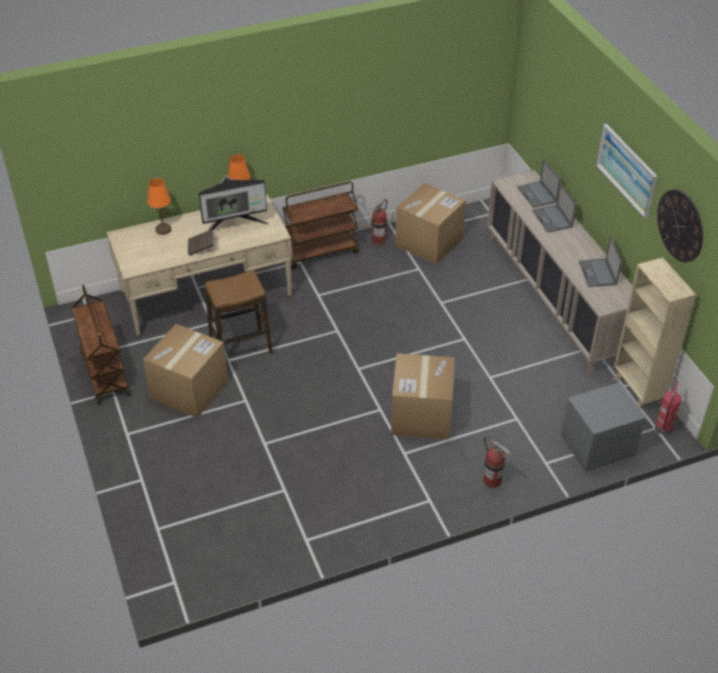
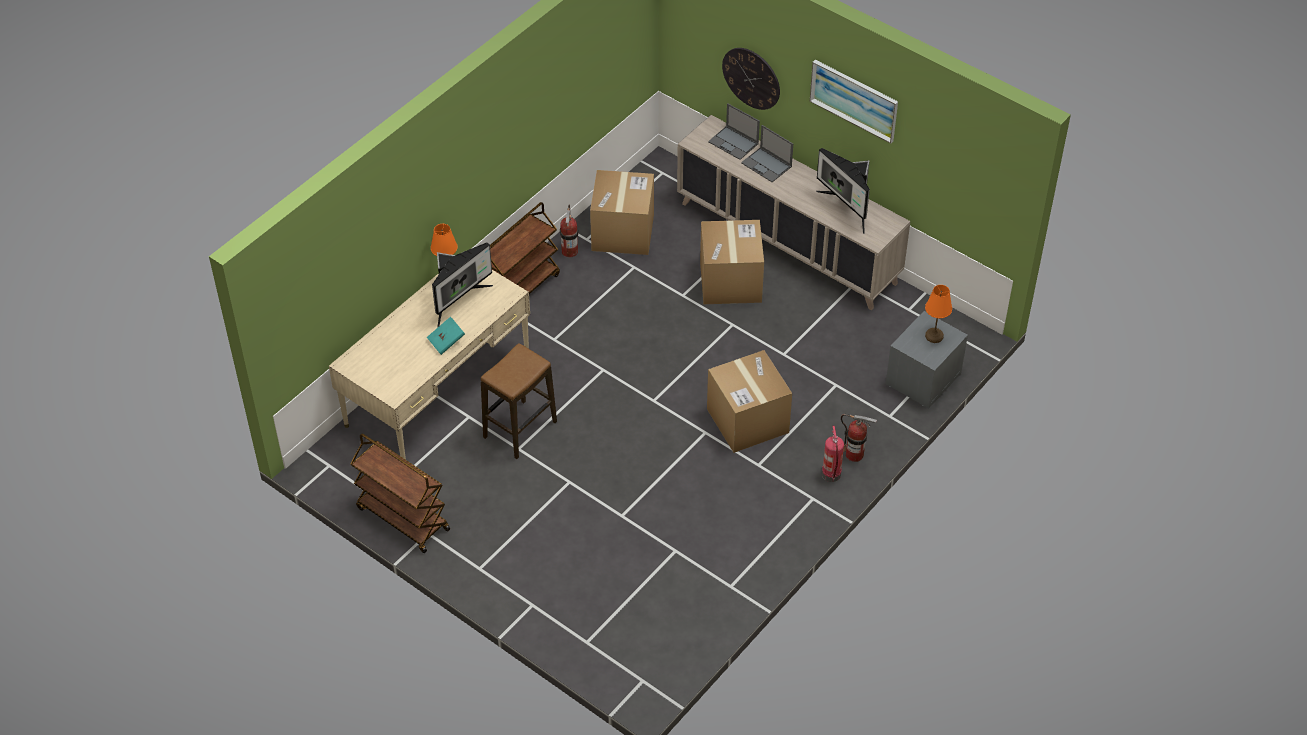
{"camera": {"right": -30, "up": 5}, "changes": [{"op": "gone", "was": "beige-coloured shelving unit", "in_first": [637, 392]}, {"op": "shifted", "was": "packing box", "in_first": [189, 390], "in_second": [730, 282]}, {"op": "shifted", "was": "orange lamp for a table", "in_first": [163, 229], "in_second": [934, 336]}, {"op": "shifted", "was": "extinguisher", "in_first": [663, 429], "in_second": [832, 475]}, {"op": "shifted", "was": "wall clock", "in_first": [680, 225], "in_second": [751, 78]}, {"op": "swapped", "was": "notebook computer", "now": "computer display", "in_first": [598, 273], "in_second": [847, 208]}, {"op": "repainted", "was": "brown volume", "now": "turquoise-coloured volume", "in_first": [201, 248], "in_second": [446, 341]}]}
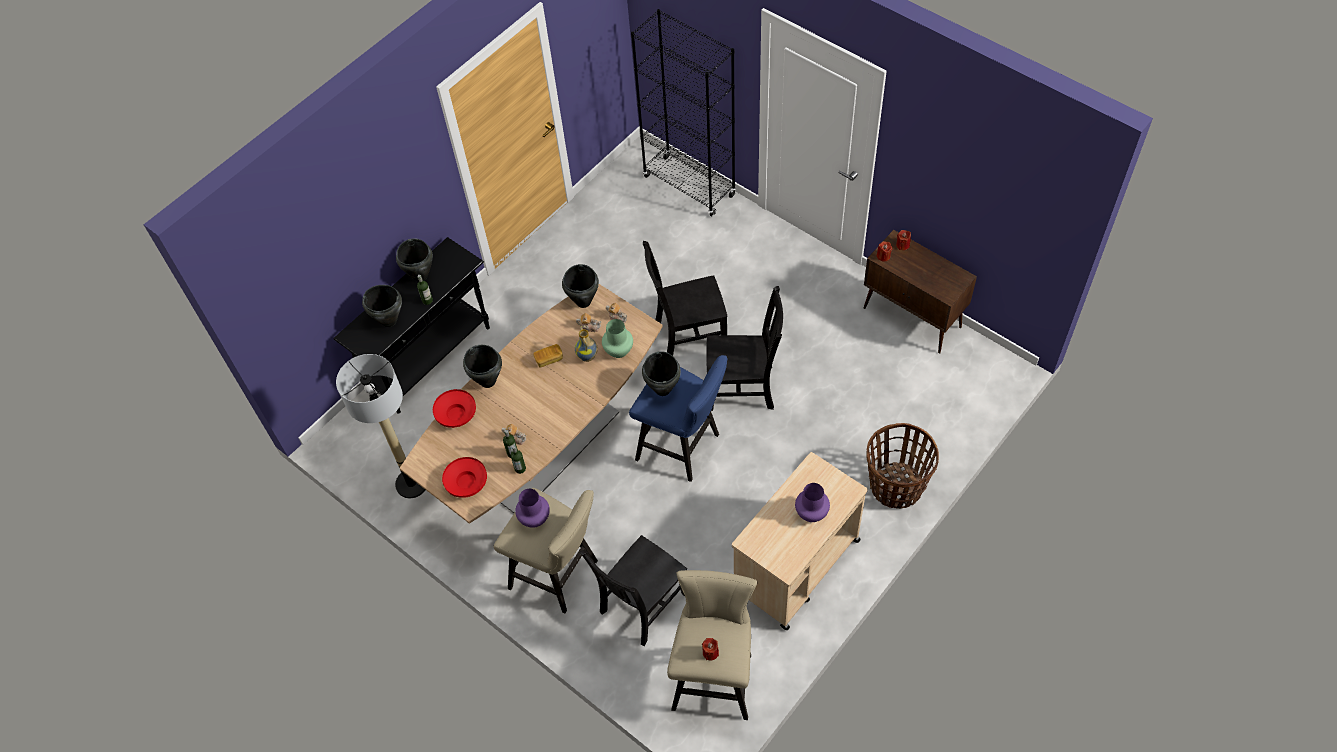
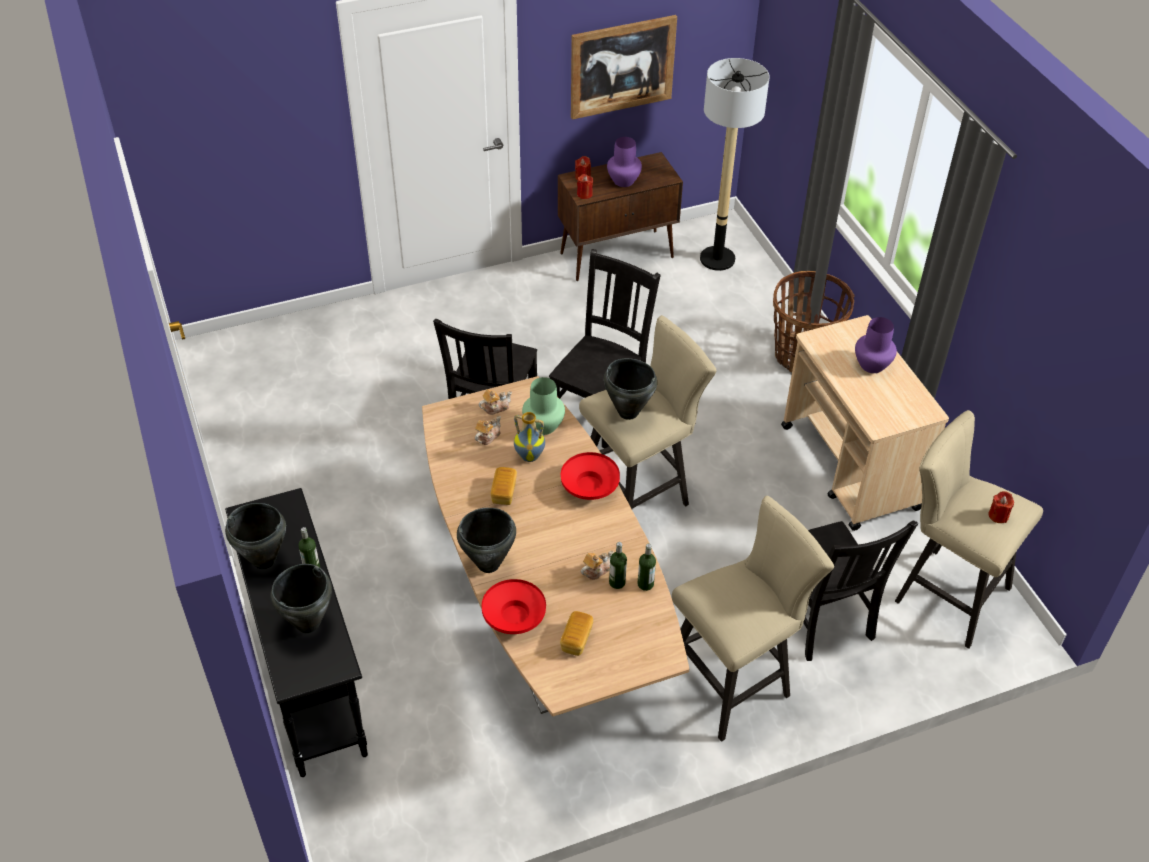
{"camera": {"right": -65, "up": -10}, "changes": [{"op": "gone", "was": "black stockpot", "in_first": [583, 302]}, {"op": "gone", "was": "black shelving unit", "in_first": [689, 186]}, {"op": "new", "now": "baked bread", "in_second": [576, 639]}, {"op": "new", "now": "picture", "in_second": [622, 66]}, {"op": "shifted", "was": "standing lamp", "in_first": [412, 483], "in_second": [717, 259]}, {"op": "shifted", "was": "reddish serving bowl", "in_first": [466, 483], "in_second": [589, 486]}, {"op": "shifted", "was": "purple flower vase", "in_first": [534, 519], "in_second": [624, 181]}, {"op": "repainted", "was": "blue-coloured stool seat", "now": "beige-coloured stool seat", "in_first": [683, 448], "in_second": [640, 492]}]}
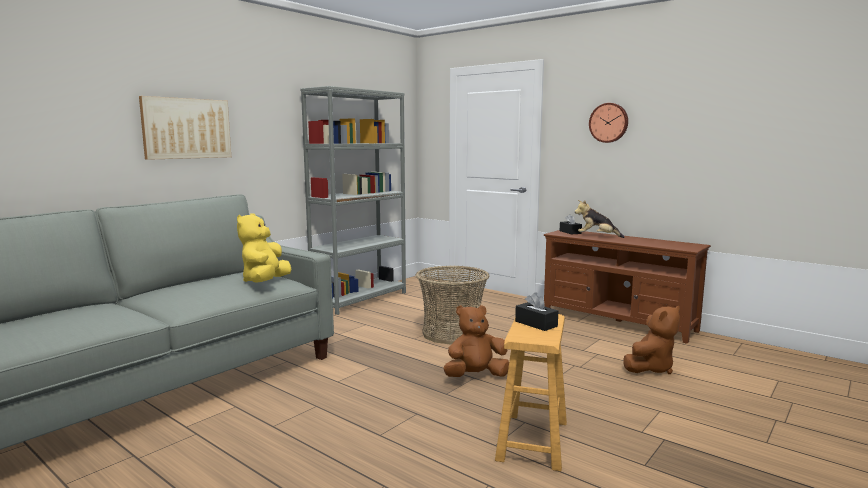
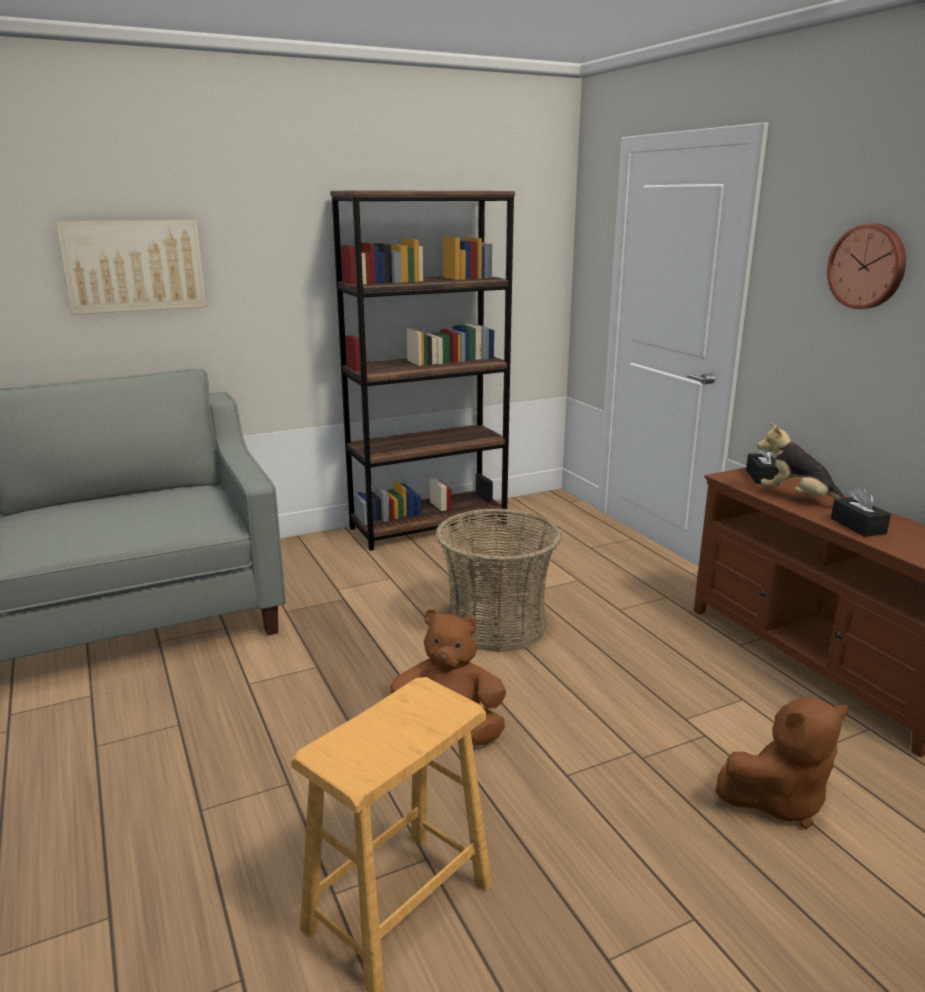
{"camera": {"right": 25, "up": 10}, "changes": [{"op": "gone", "was": "yellowish soft toy", "in_first": [265, 282]}, {"op": "shifted", "was": "black tissue box", "in_first": [536, 324], "in_second": [858, 526]}, {"op": "repainted", "was": "greyish shelving unit", "now": "brown shelving unit", "in_first": [360, 299], "in_second": [429, 526]}]}
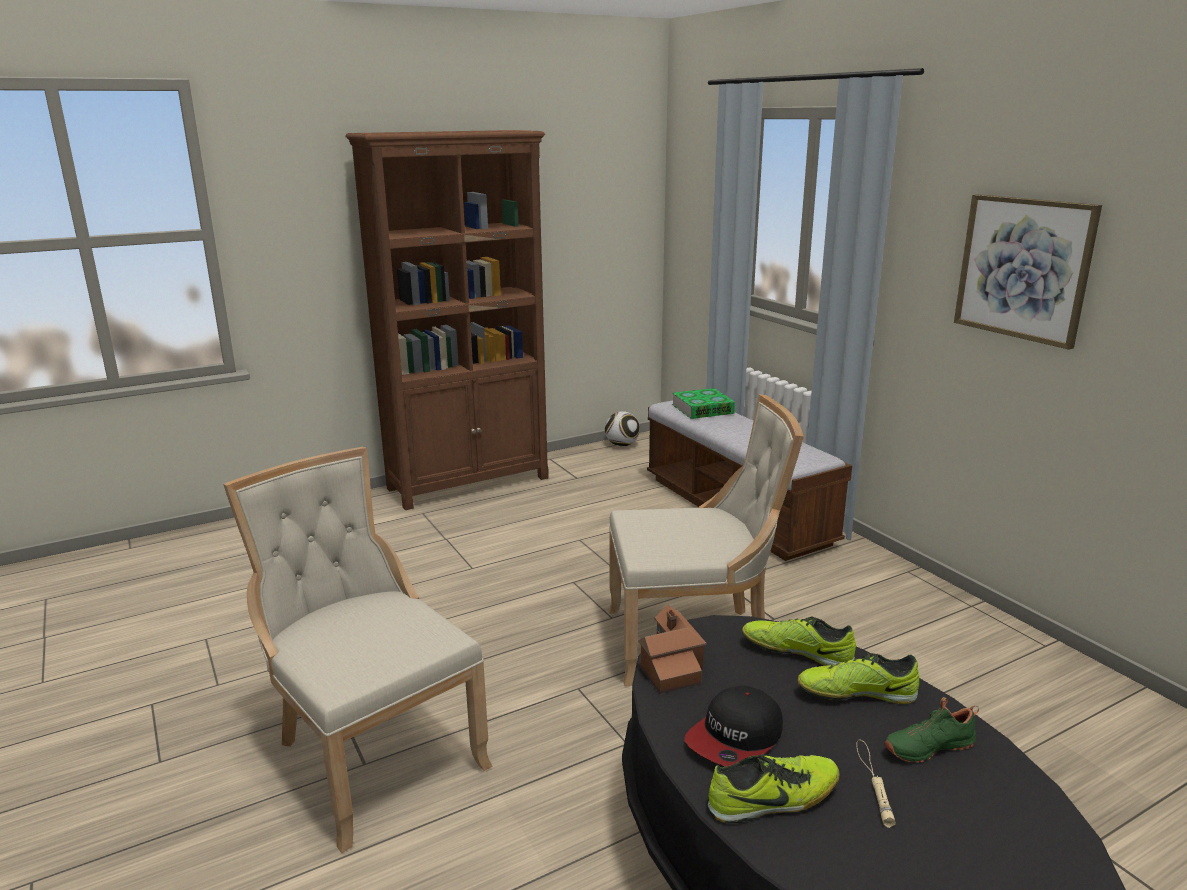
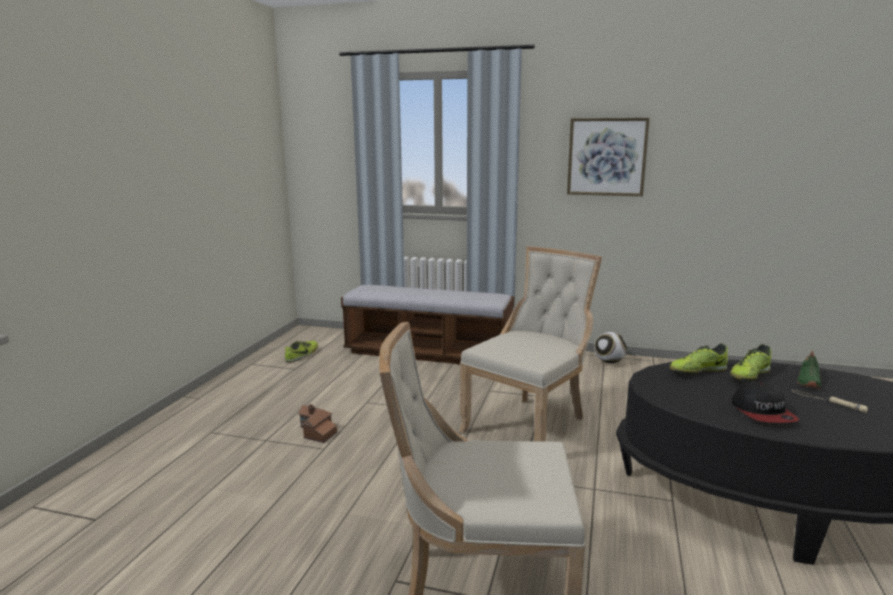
{"camera": {"right": -45, "up": -5}, "changes": [{"op": "gone", "was": "brown shelving unit", "in_first": [469, 483]}, {"op": "gone", "was": "volume", "in_first": [702, 409]}, {"op": "shifted", "was": "football", "in_first": [622, 445], "in_second": [609, 362]}, {"op": "shifted", "was": "toy house", "in_first": [670, 665], "in_second": [316, 432]}, {"op": "shifted", "was": "low shoe", "in_first": [774, 799], "in_second": [302, 355]}]}
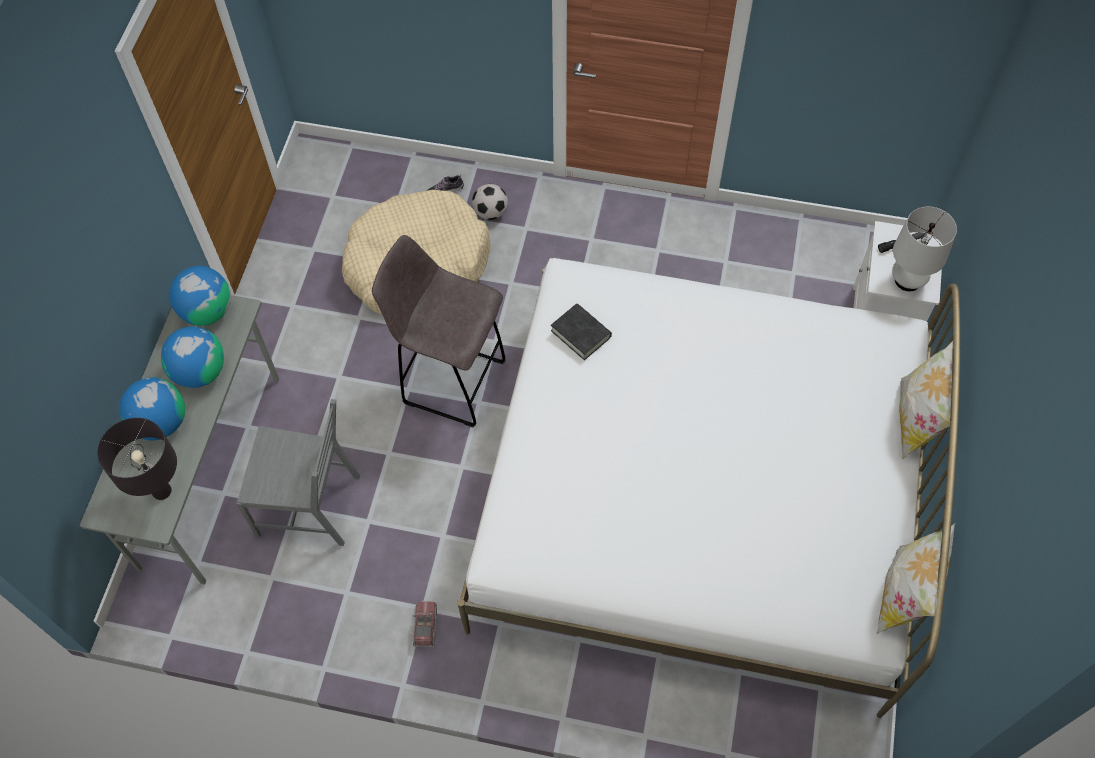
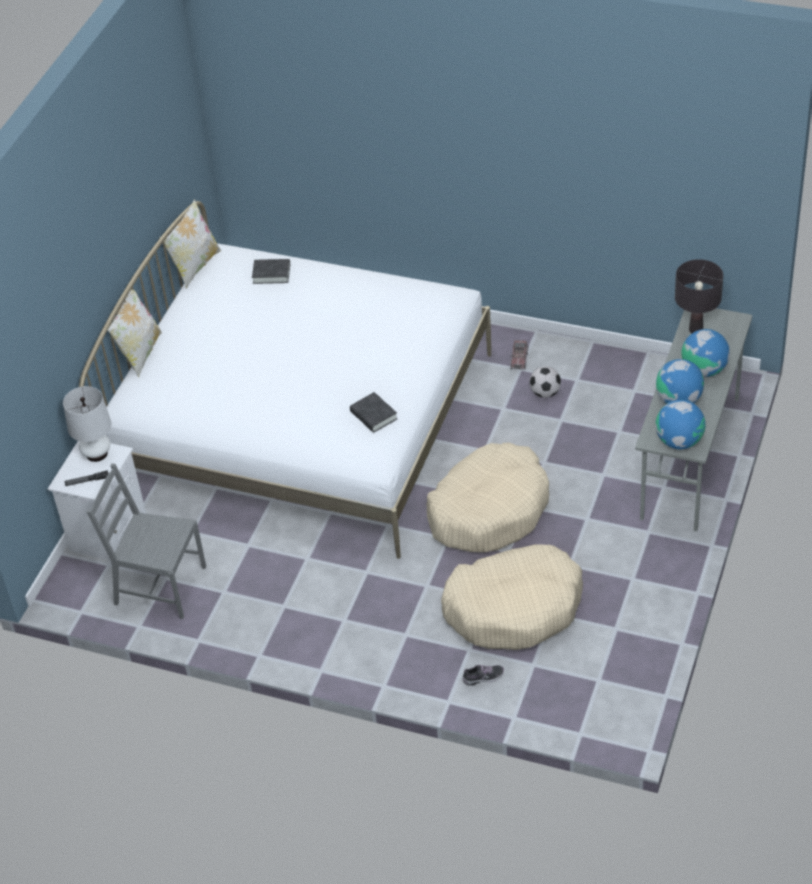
{"camera": {"right": -170, "up": -15}, "changes": [{"op": "new", "now": "black volume", "in_second": [271, 274]}, {"op": "shifted", "was": "greyish plain chair", "in_first": [310, 504], "in_second": [159, 586]}, {"op": "shifted", "was": "football", "in_first": [490, 212], "in_second": [545, 393]}, {"op": "swapped", "was": "greyish stool seat", "now": "beige-coloured dog bed", "in_first": [451, 381], "in_second": [489, 510]}]}
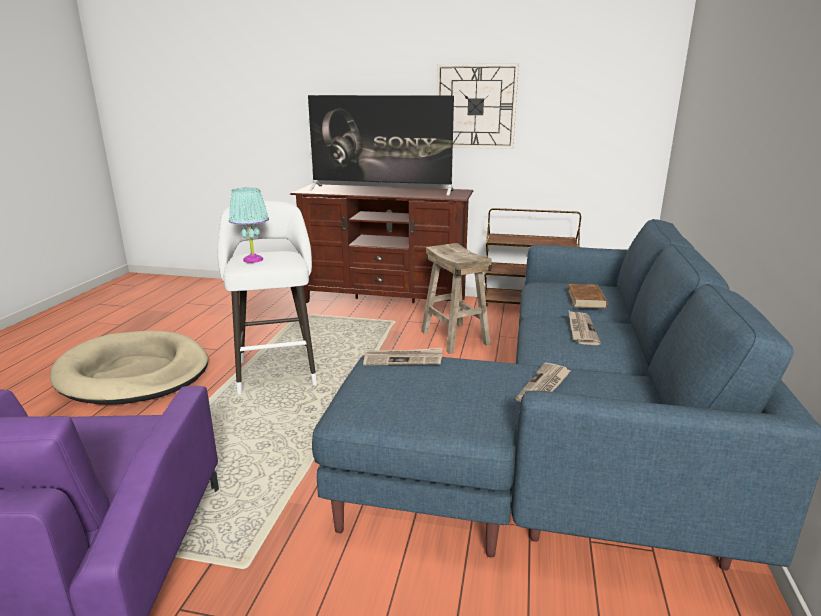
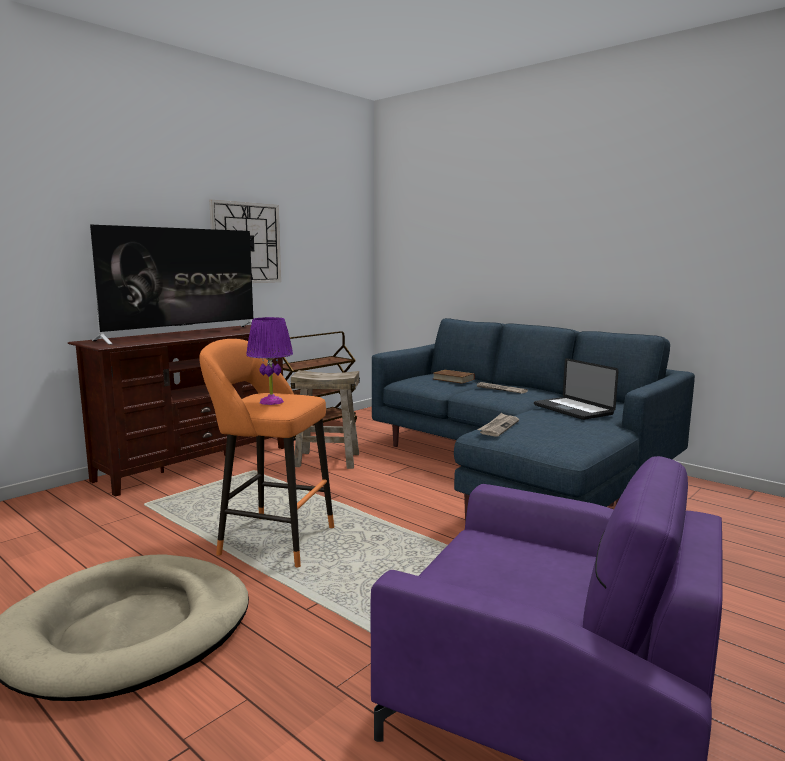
{"camera": {"right": -60, "up": -10}, "changes": [{"op": "swapped", "was": "printed paper", "now": "notebook computer", "in_first": [544, 386], "in_second": [572, 409]}, {"op": "repainted", "was": "white-coloured stool seat", "now": "orange stool seat", "in_first": [276, 370], "in_second": [271, 539]}, {"op": "repainted", "was": "turquoise-coloured lamp for a table", "now": "purple lamp for a table", "in_first": [253, 260], "in_second": [271, 402]}]}
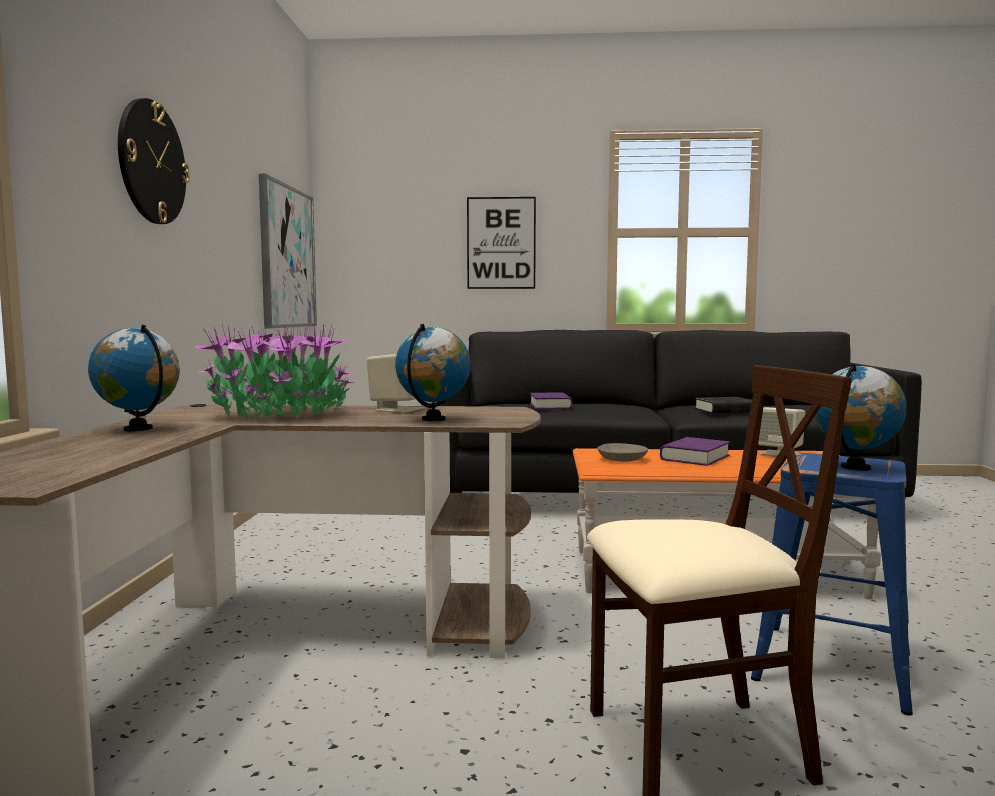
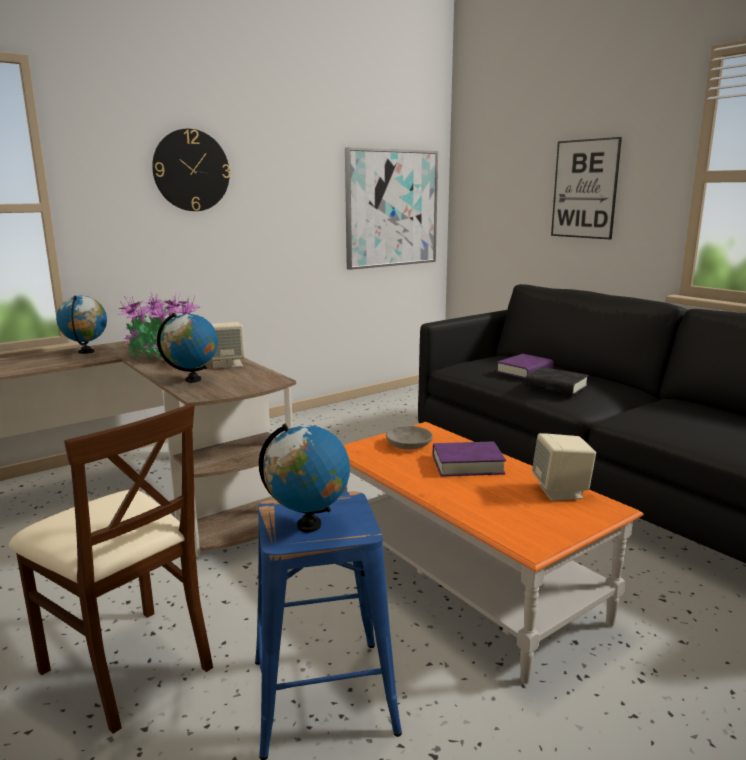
{"camera": {"right": 50, "up": 10}, "changes": [{"op": "shifted", "was": "black volume", "in_first": [725, 410], "in_second": [556, 386]}]}
